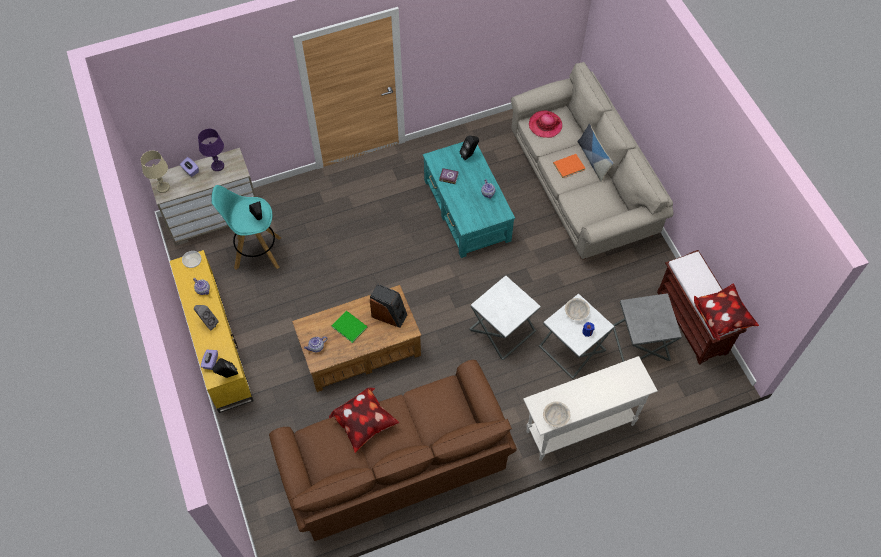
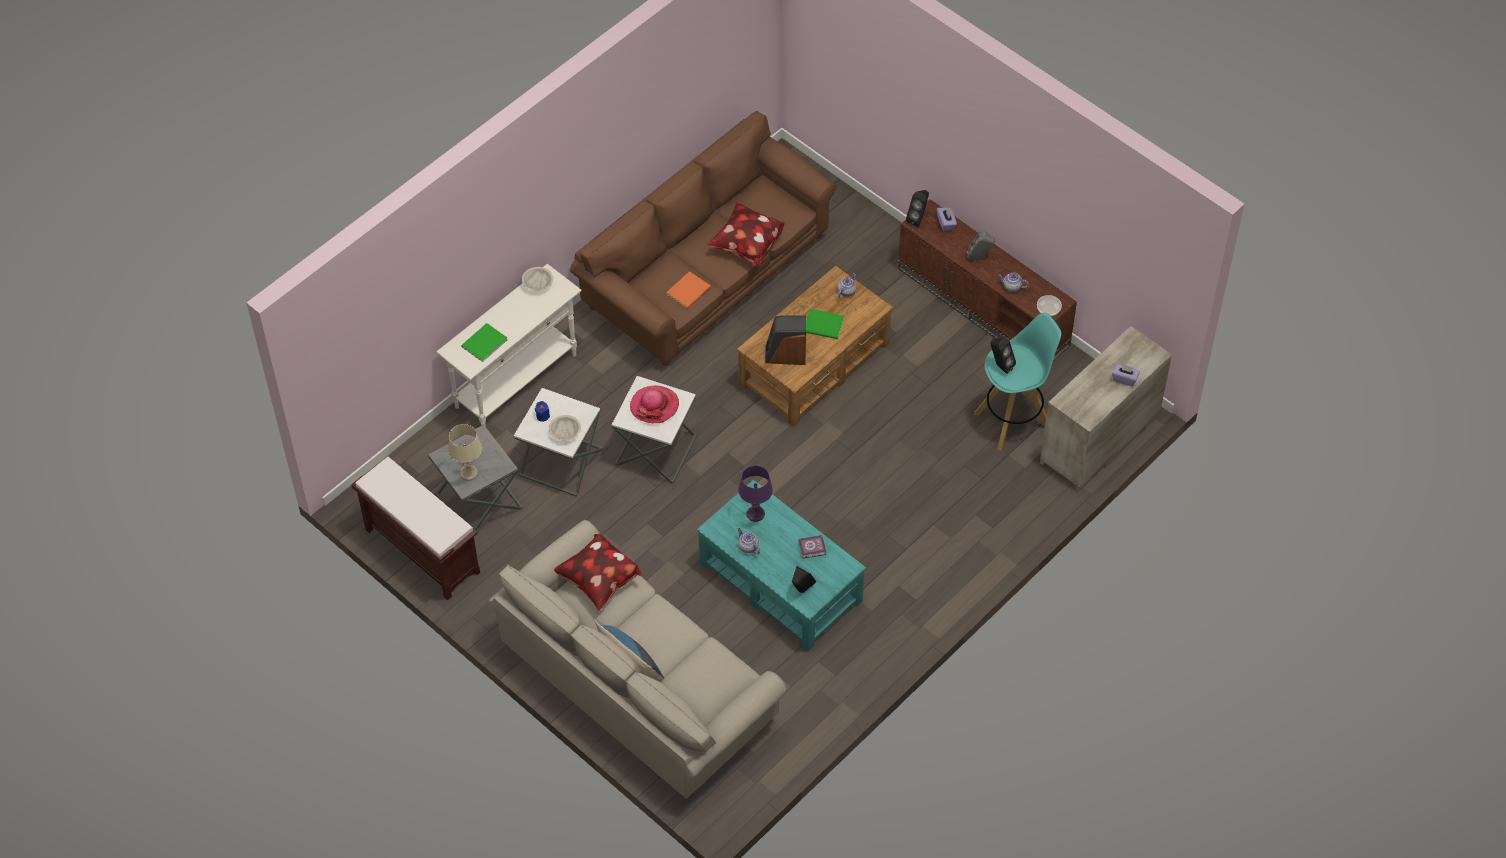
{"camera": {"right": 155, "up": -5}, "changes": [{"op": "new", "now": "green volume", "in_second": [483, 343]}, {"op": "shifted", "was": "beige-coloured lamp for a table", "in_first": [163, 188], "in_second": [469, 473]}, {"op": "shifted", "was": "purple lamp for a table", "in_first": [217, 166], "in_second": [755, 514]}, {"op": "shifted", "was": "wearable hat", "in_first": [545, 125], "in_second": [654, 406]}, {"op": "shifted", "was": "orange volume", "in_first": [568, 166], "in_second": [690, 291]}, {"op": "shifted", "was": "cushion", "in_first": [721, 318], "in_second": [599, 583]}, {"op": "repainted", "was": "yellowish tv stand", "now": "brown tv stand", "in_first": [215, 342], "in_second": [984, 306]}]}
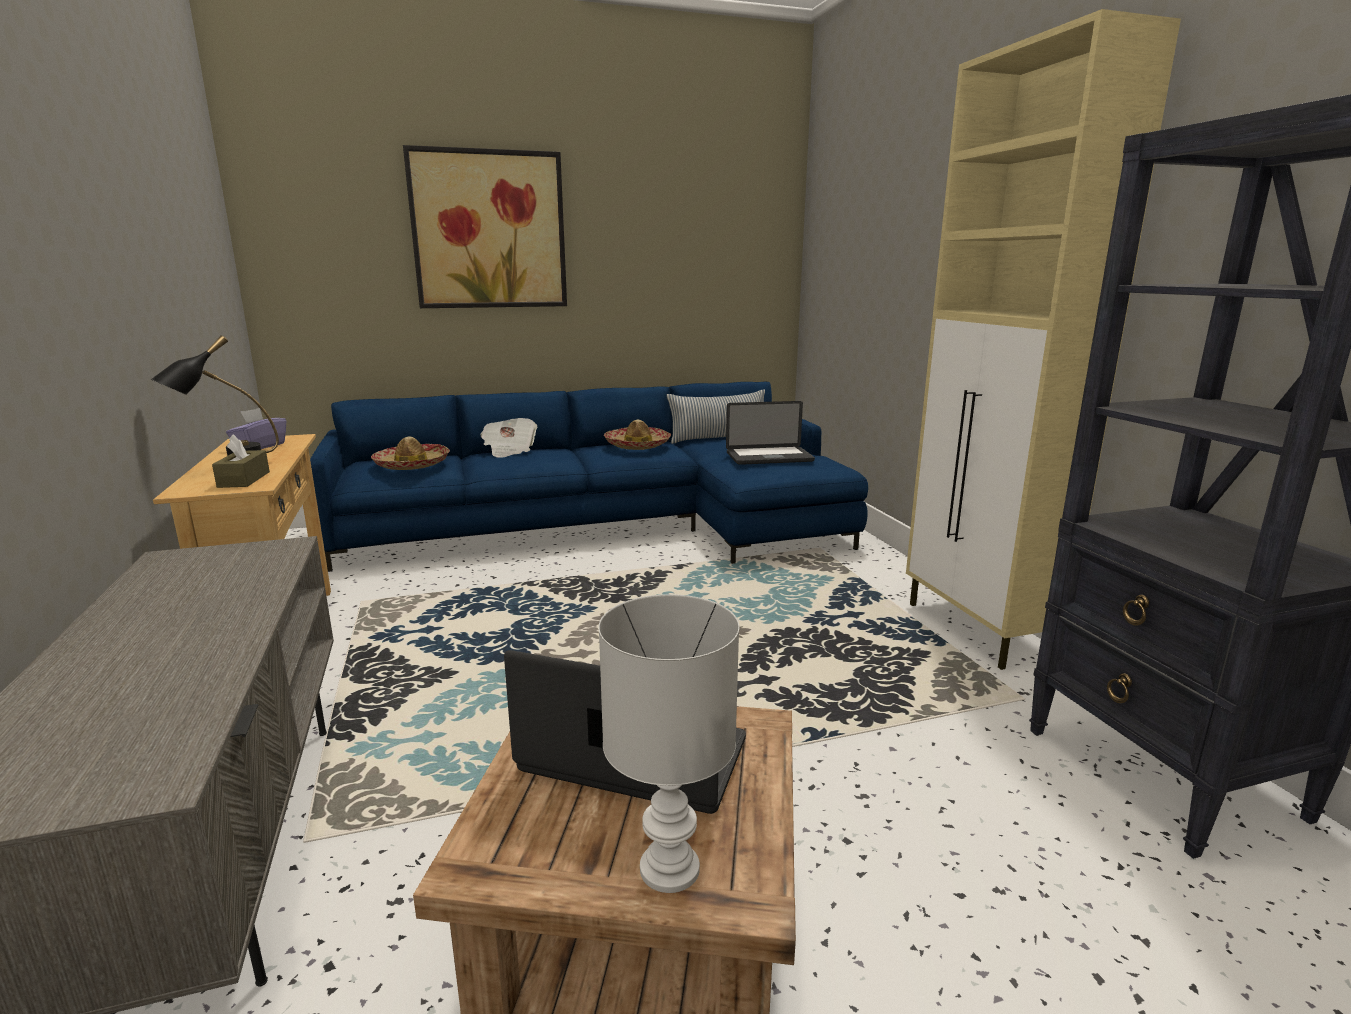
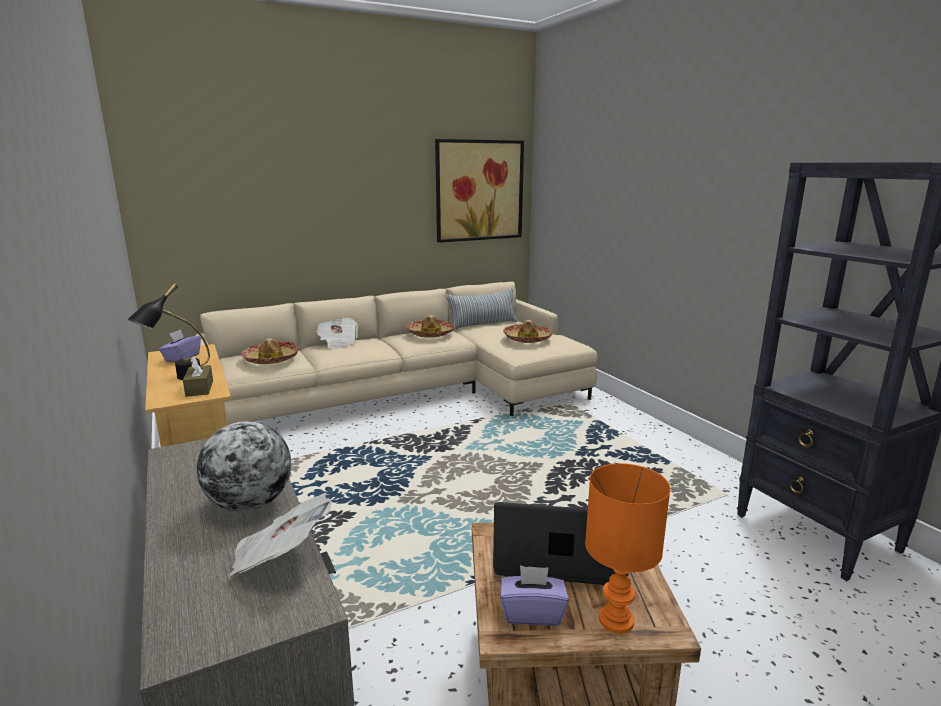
{"camera": {"right": -10, "up": 0}, "changes": [{"op": "gone", "was": "beige-coloured cabinet", "in_first": [977, 631]}, {"op": "new", "now": "globe", "in_second": [250, 504]}, {"op": "new", "now": "printed paper", "in_second": [281, 557]}, {"op": "new", "now": "purple tissue box", "in_second": [532, 613]}, {"op": "shifted", "was": "picture", "in_first": [489, 230], "in_second": [479, 190]}, {"op": "swapped", "was": "notebook computer", "now": "wearable hat", "in_first": [769, 457], "in_second": [527, 339]}, {"op": "repainted", "was": "blue-coloured couch", "now": "beige-coloured couch", "in_first": [611, 527], "in_second": [413, 394]}, {"op": "repainted", "was": "white-coloured lamp for a table", "now": "orange lamp for a table", "in_first": [668, 867], "in_second": [615, 619]}]}
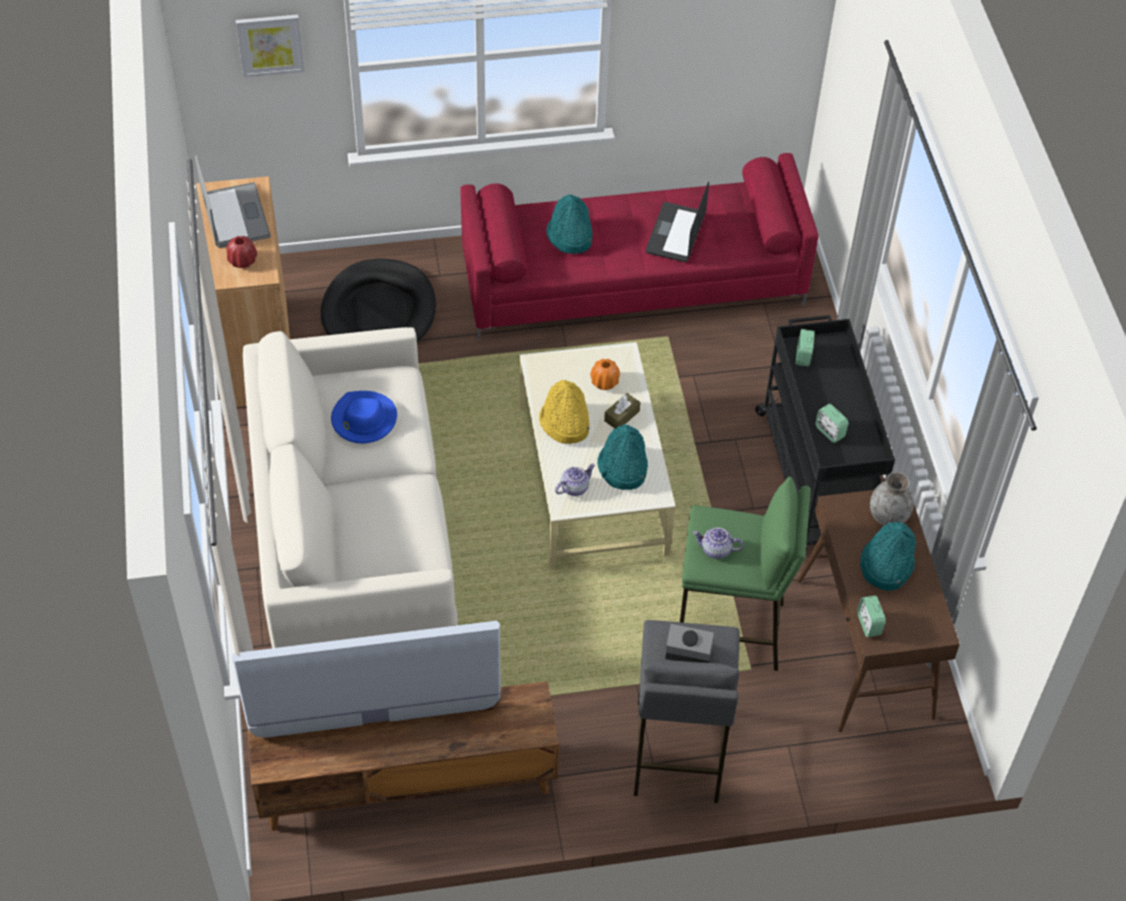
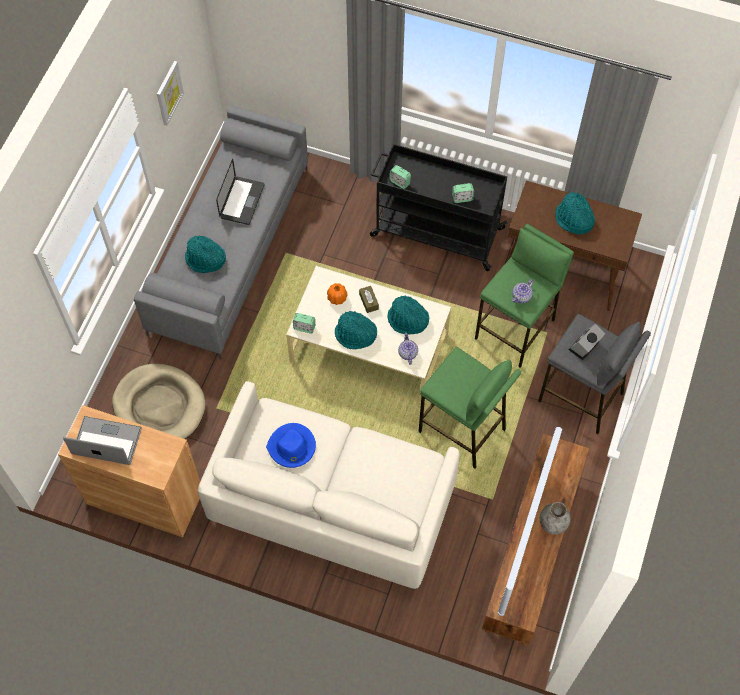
{"camera": {"right": -60, "up": 10}, "changes": [{"op": "gone", "was": "reddish flower vase", "in_first": [242, 260]}, {"op": "new", "now": "green stool seat", "in_second": [462, 430]}, {"op": "shifted", "was": "picture", "in_first": [270, 44], "in_second": [169, 93]}, {"op": "shifted", "was": "table clock", "in_first": [869, 624], "in_second": [304, 327]}, {"op": "shifted", "was": "greyish flower vase", "in_first": [888, 516], "in_second": [552, 523]}, {"op": "repainted", "was": "black dog bed", "now": "beige-coloured dog bed", "in_first": [379, 312], "in_second": [159, 406]}, {"op": "repainted", "was": "reddish couch", "now": "greyish couch", "in_first": [634, 280], "in_second": [229, 248]}, {"op": "repainted", "was": "yellowish wearable hat", "now": "turquoise-coloured wearable hat", "in_first": [564, 423], "in_second": [355, 335]}, {"op": "rotated", "was": "notebook computer", "in_first": [675, 233], "in_second": [242, 201], "clockwise": -120}]}
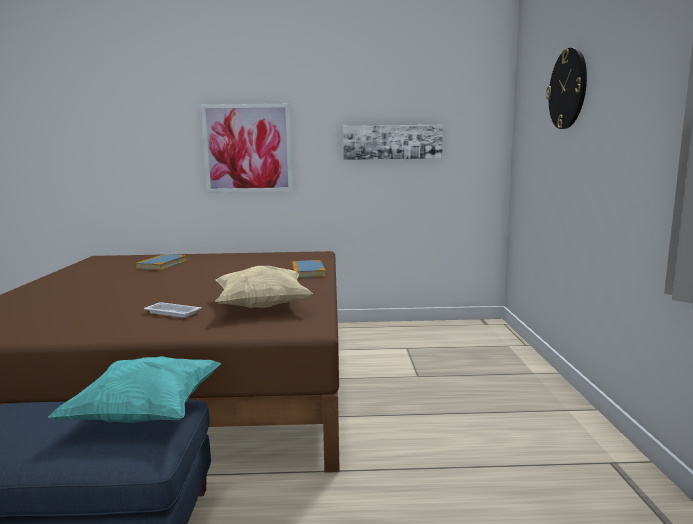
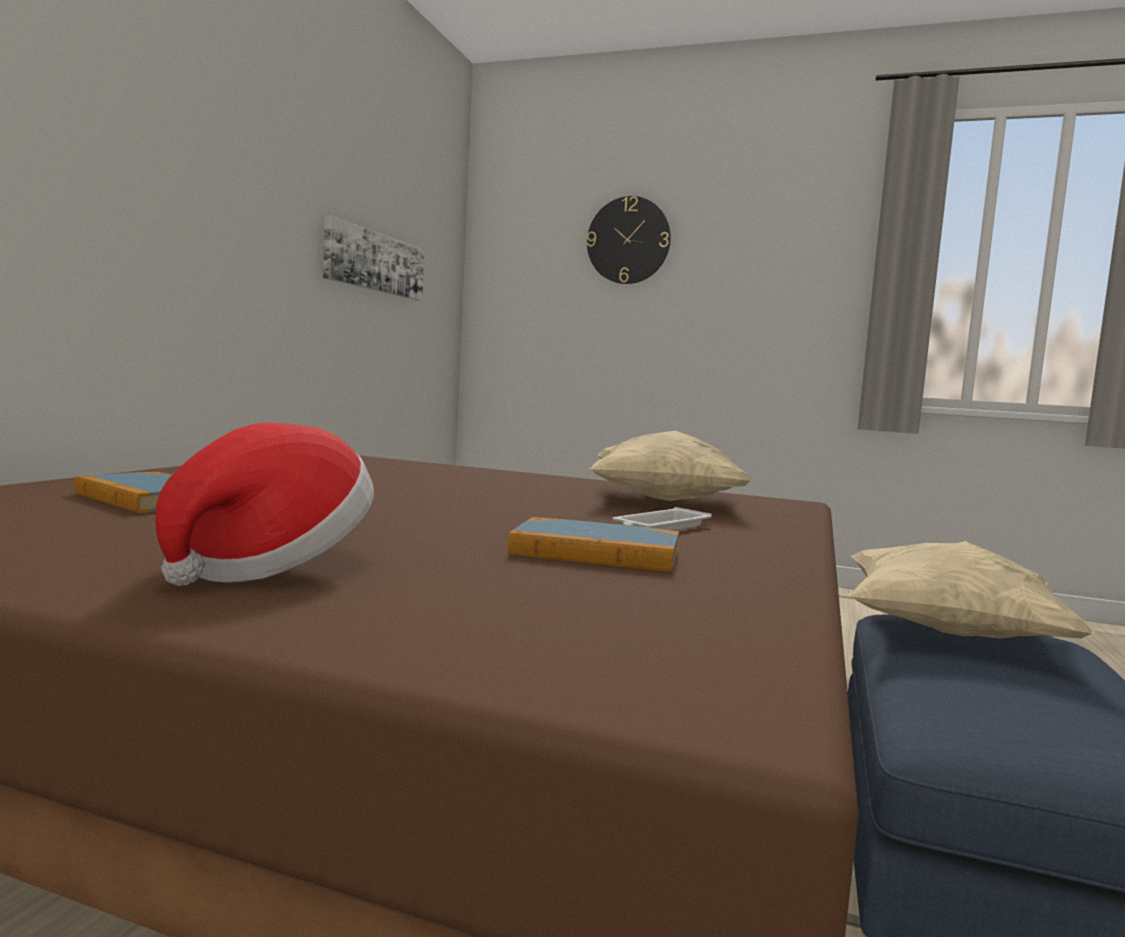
{"camera": {"right": -70, "up": -5}, "changes": [{"op": "gone", "was": "picture", "in_first": [247, 148]}, {"op": "new", "now": "wearable hat", "in_second": [271, 565]}, {"op": "shifted", "was": "volume", "in_first": [307, 271], "in_second": [596, 552]}, {"op": "repainted", "was": "turquoise-coloured cushion", "now": "beige-coloured cushion", "in_first": [146, 414], "in_second": [948, 633]}]}
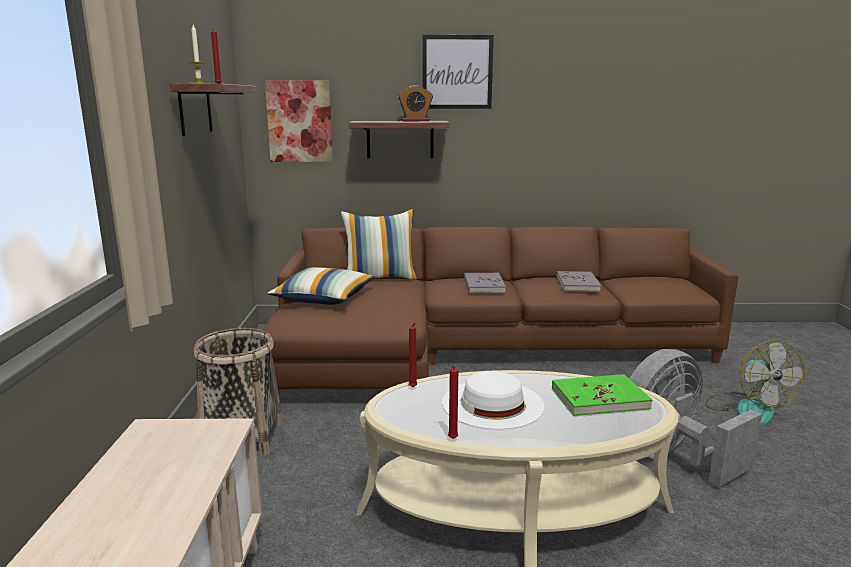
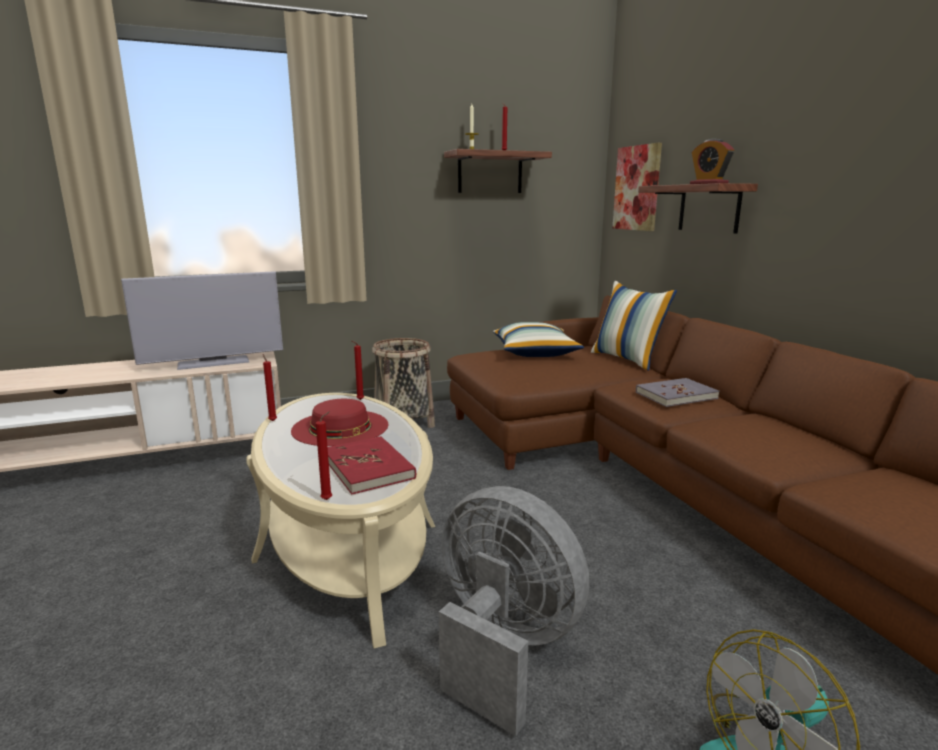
{"camera": {"right": 70, "up": 0}, "changes": [{"op": "gone", "was": "picture", "in_first": [457, 72]}, {"op": "gone", "was": "greyish volume", "in_first": [578, 284]}, {"op": "new", "now": "television", "in_second": [213, 363]}, {"op": "new", "now": "reddish candle", "in_second": [328, 499]}, {"op": "repainted", "was": "white-coloured wearable hat", "now": "reddish wearable hat", "in_first": [492, 403], "in_second": [340, 427]}, {"op": "repainted", "was": "green volume", "now": "reddish volume", "in_first": [599, 398], "in_second": [368, 468]}]}
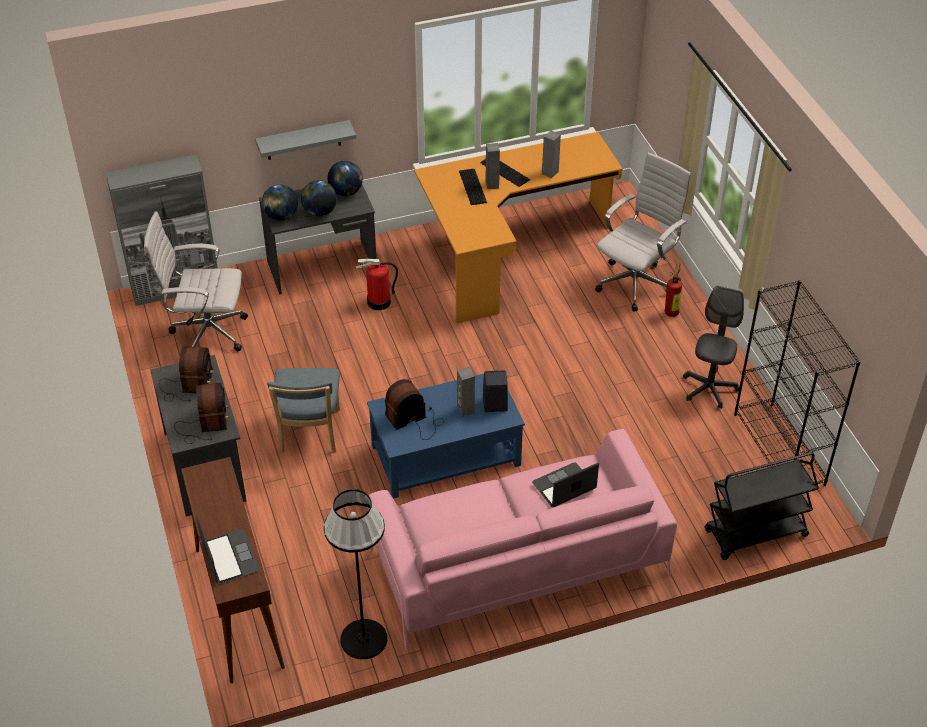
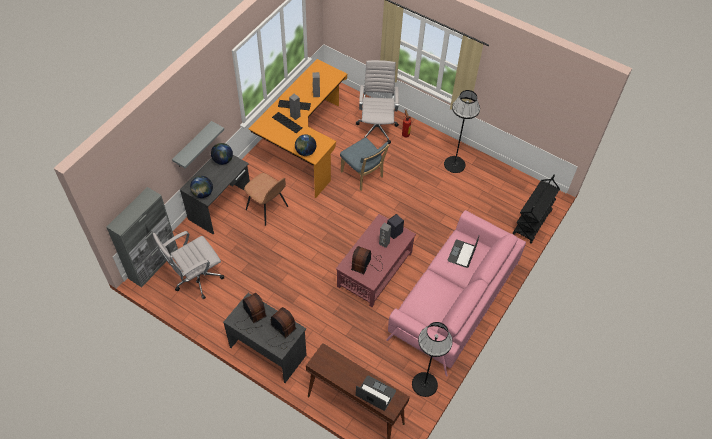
{"camera": {"right": -40, "up": 10}, "changes": [{"op": "gone", "was": "black shelving unit", "in_first": [779, 449]}, {"op": "shifted", "was": "blue-coloured plain chair", "in_first": [309, 434], "in_second": [363, 175]}, {"op": "shifted", "was": "globe", "in_first": [319, 212], "in_second": [305, 152]}, {"op": "swapped", "was": "extinguisher", "now": "brown plain chair", "in_first": [378, 302], "in_second": [267, 209]}, {"op": "swapped", "was": "greyish computer chair", "now": "black standing lamp", "in_first": [709, 389], "in_second": [454, 164]}, {"op": "repainted", "was": "blue-coloured low table", "now": "reddish low table", "in_first": [445, 455], "in_second": [374, 269]}]}
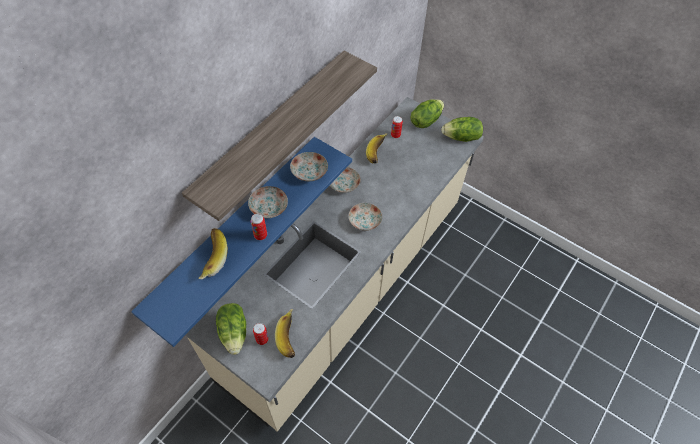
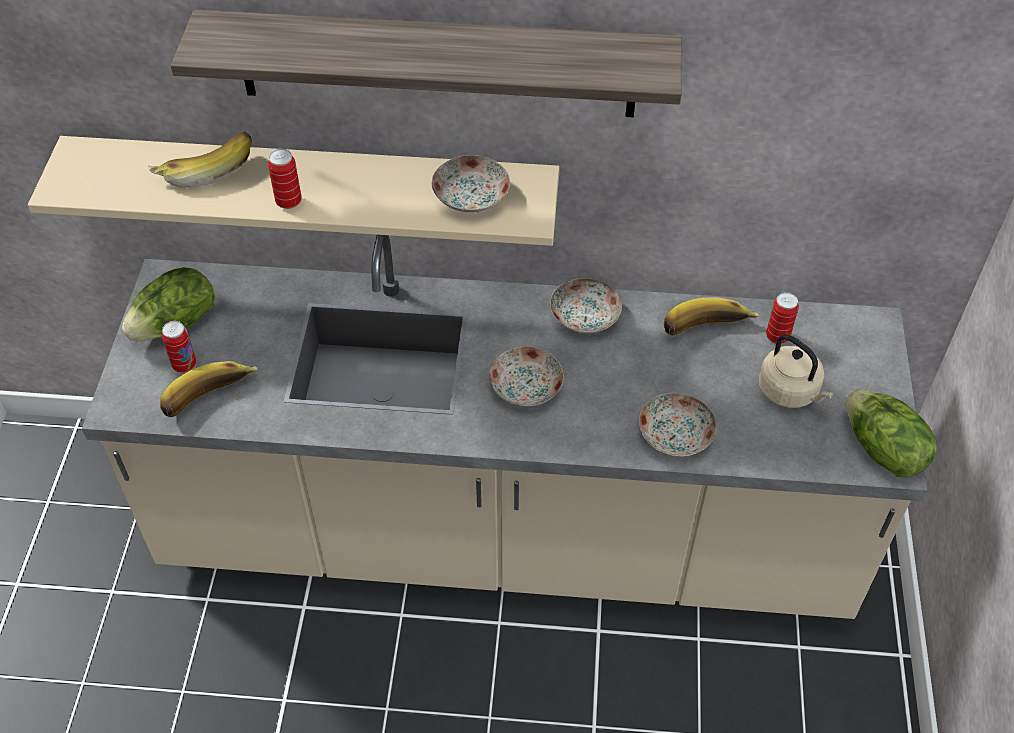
{"camera": {"right": 60, "up": -5}, "changes": [{"op": "gone", "was": "lettuce", "in_first": [425, 121]}, {"op": "new", "now": "beige-coloured kettle", "in_second": [790, 392]}, {"op": "shifted", "was": "dinner plate", "in_first": [269, 207], "in_second": [676, 435]}, {"op": "repainted", "was": "blue-coloured bracket shelf", "now": "beige-coloured bracket shelf", "in_first": [235, 227], "in_second": [312, 184]}]}
